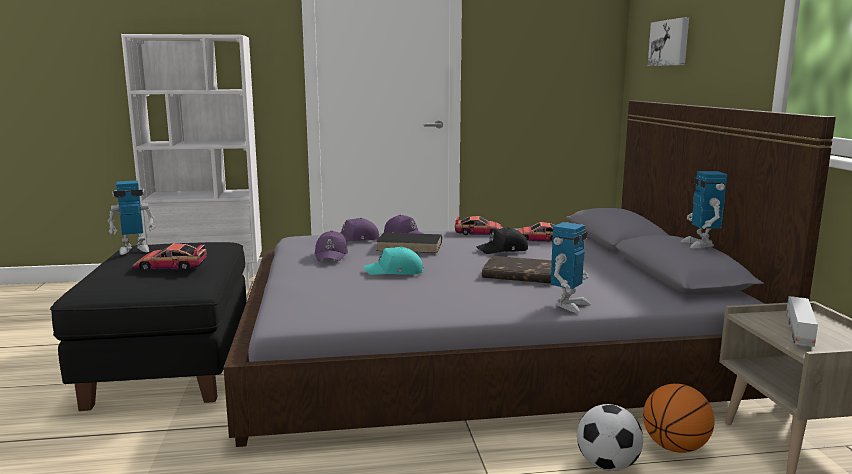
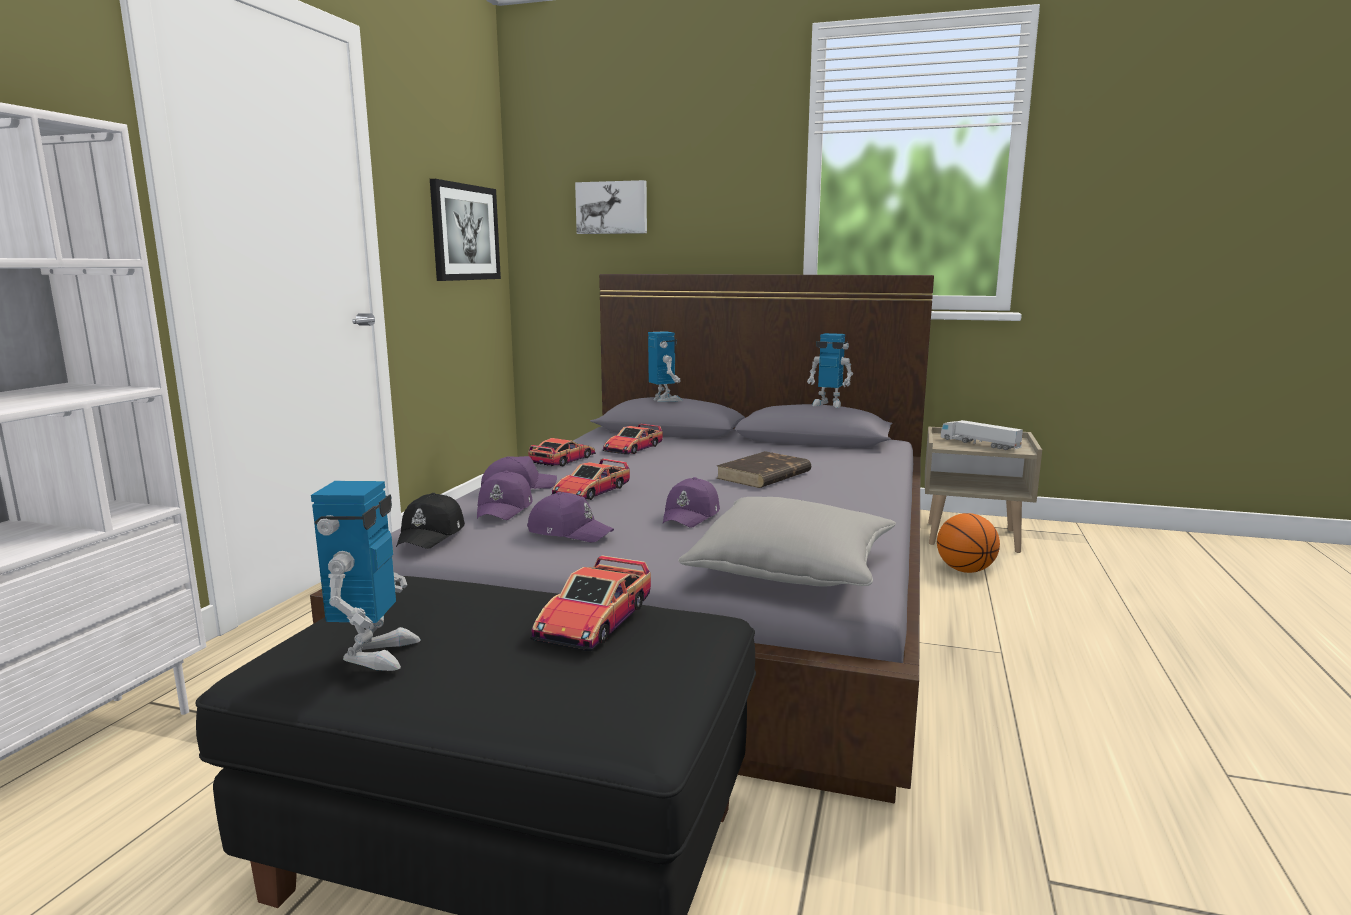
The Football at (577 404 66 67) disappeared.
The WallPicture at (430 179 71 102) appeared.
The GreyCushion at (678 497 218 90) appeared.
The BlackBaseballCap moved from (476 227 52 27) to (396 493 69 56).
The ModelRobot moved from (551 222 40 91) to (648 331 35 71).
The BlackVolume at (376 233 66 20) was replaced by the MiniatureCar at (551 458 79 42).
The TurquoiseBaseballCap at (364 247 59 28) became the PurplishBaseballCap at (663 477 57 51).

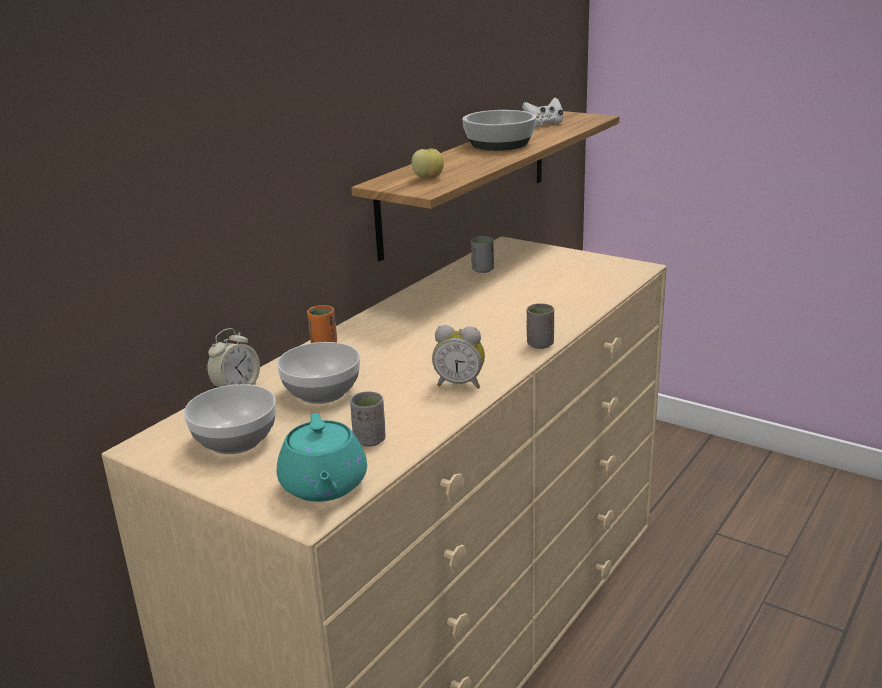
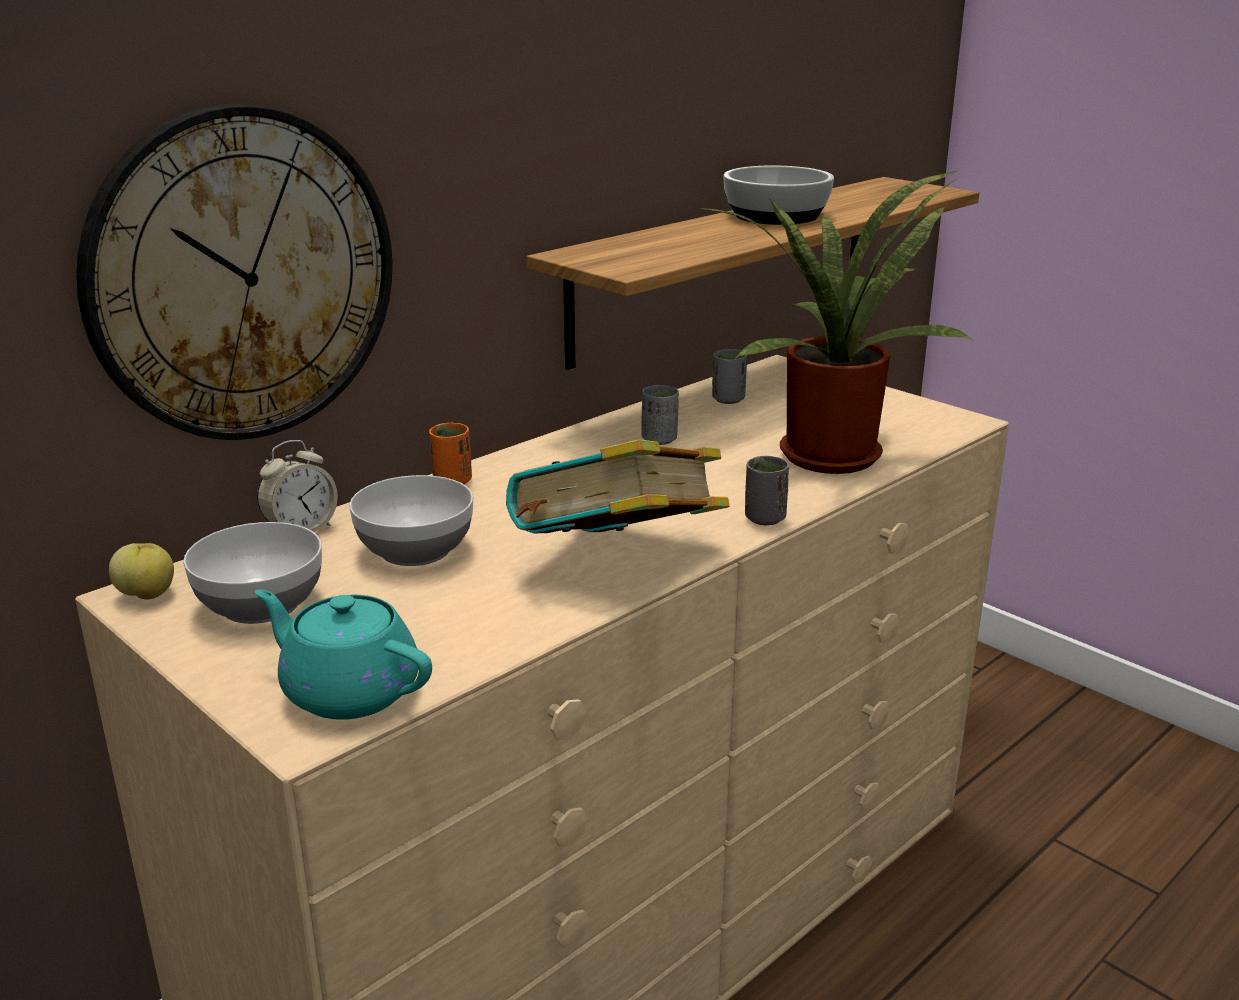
The WhiteGameController at (522 98 41 29) disappeared.
The WallClock at (76 104 316 336) appeared.
The Houseplant at (698 170 278 304) appeared.
The GreyDrinkingCup moved from (350 391 35 56) to (642 385 37 60).
The WholeApple moved from (412 149 32 29) to (109 543 65 57).
The BedsideClock at (432 325 53 64) was replaced by the Volume at (506 439 224 94).
The TurquoisePotForTea at (277 413 90 89) turned 120 degrees clockwise.

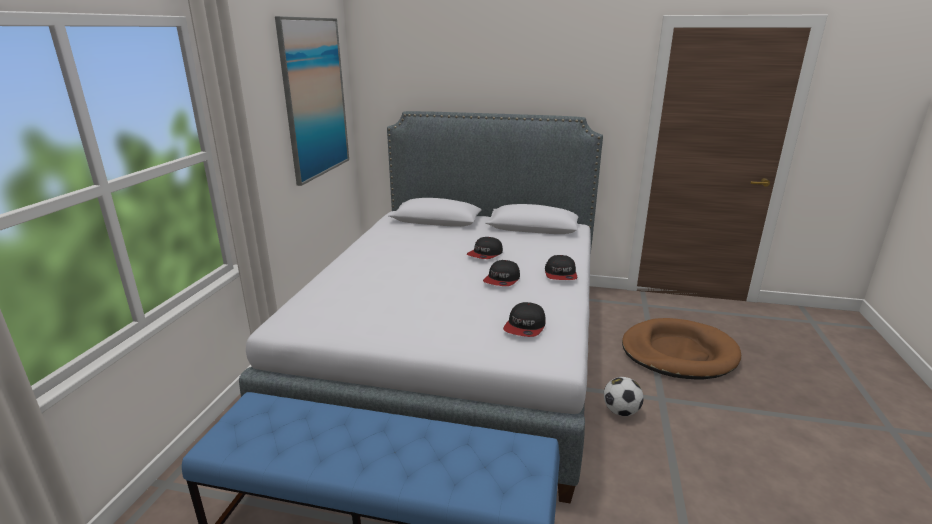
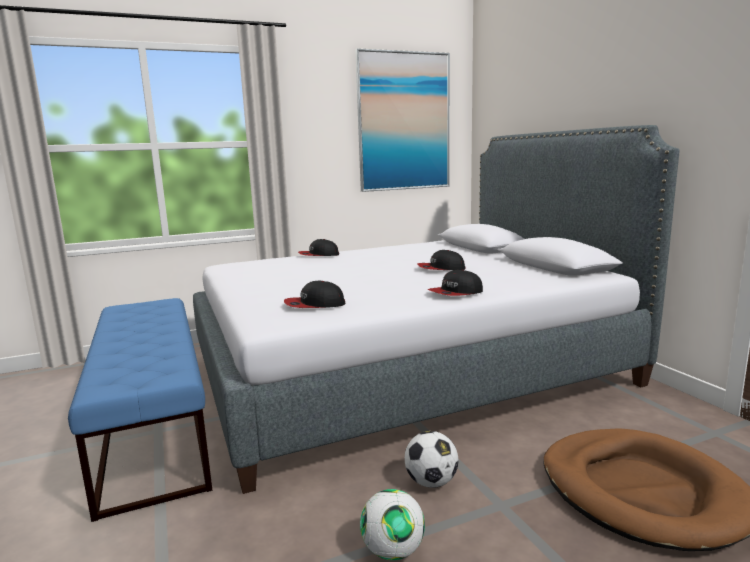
The Football at (360 489 65 71) appeared.
The BaseballCap moved from (483 260 37 26) to (298 239 41 17).

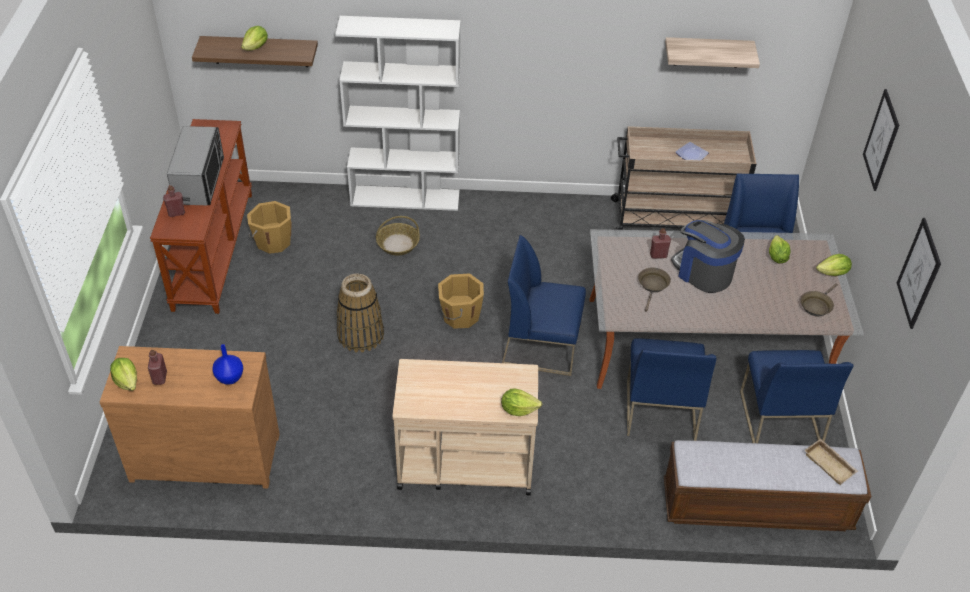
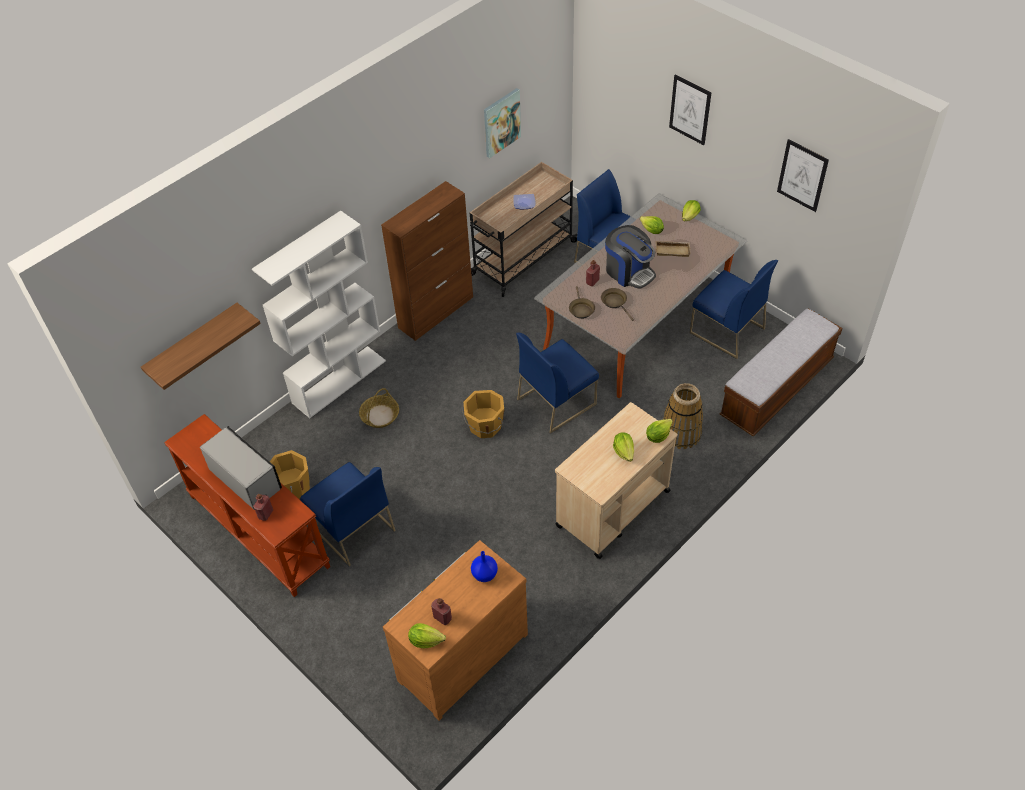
The BrownColouredCabinet at (381 181 92 160) appeared.
The Lettuce moved from (241 26 27 25) to (613 432 21 30).
The StorageBasket moved from (337 274 47 78) to (663 383 40 66).
The BlueColouredUprightChair moved from (627 338 89 103) to (300 462 96 104).
The BrownColouredPan moved from (800 283 38 33) to (569 286 26 33).
The BeigeTray moved from (804 439 54 46) to (655 241 36 16).
The BracketShelf at (665 37 95 31) was replaced by the WallPicture at (484 88 37 70).
The CoffeeMaker at (671 220 74 73) turned 135 degrees counterclockwise.

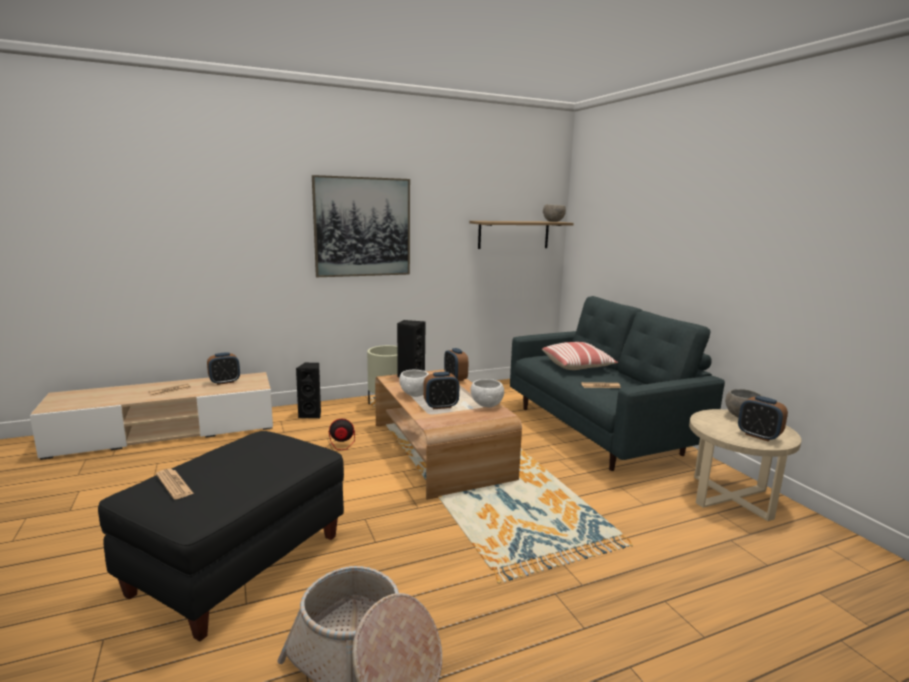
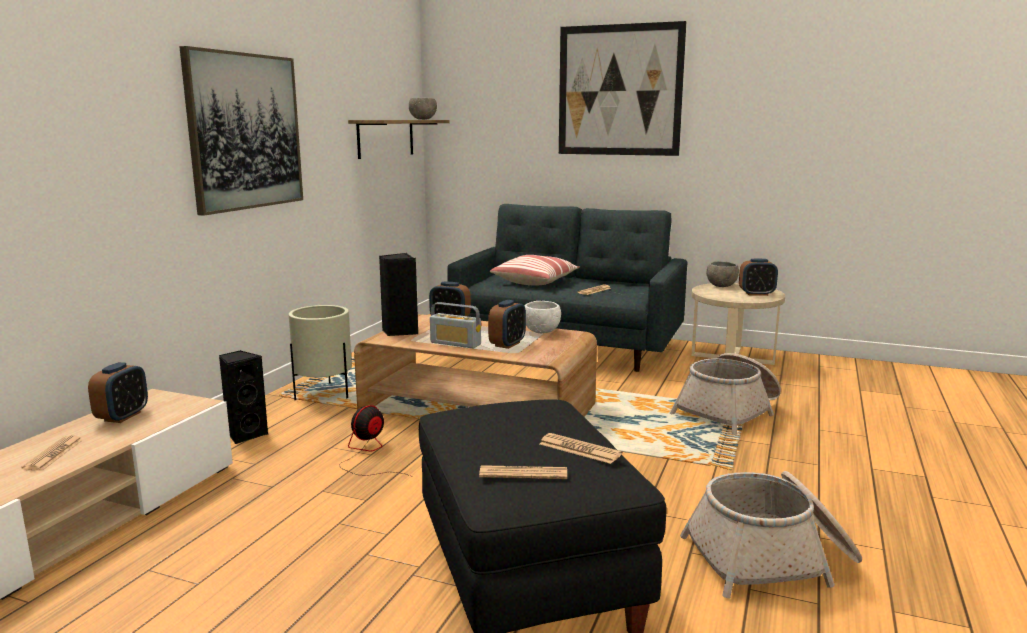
The Newspaper at (540 433 82 31) appeared.
The WallPicture at (559 21 127 135) appeared.
The StorageBasket at (670 353 111 82) appeared.
The WhiteServingBowl at (399 370 30 27) was replaced by the RadioSet at (430 302 51 46).

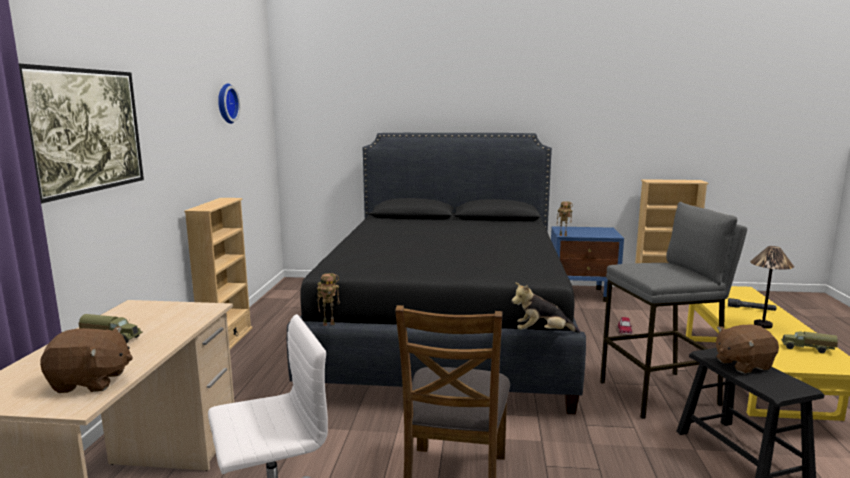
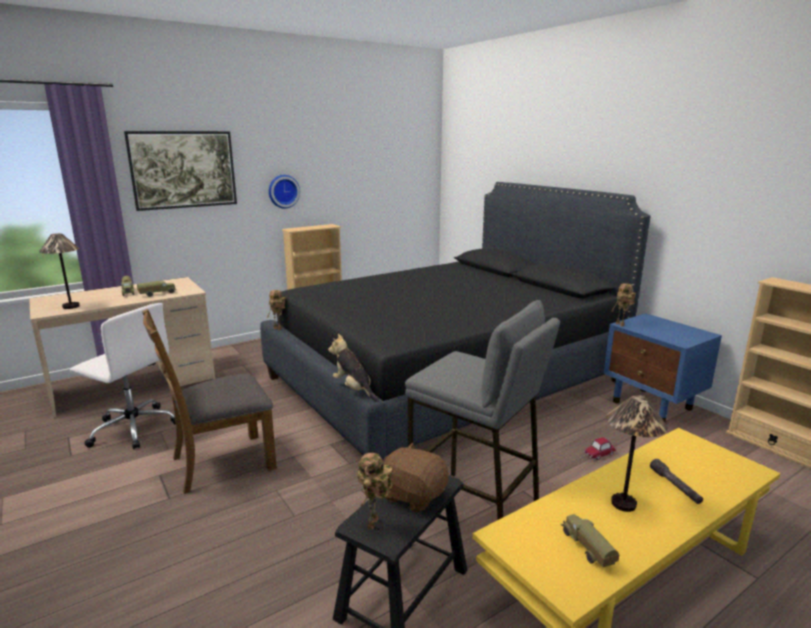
The ToyLorry at (137 281 39 16) appeared.
The ModelRobot at (357 453 35 77) appeared.
The WallClock moved from (218 83 22 41) to (269 175 31 34).
The BrownColouredPlushToy at (40 326 93 67) was replaced by the TableLamp at (39 233 40 76).

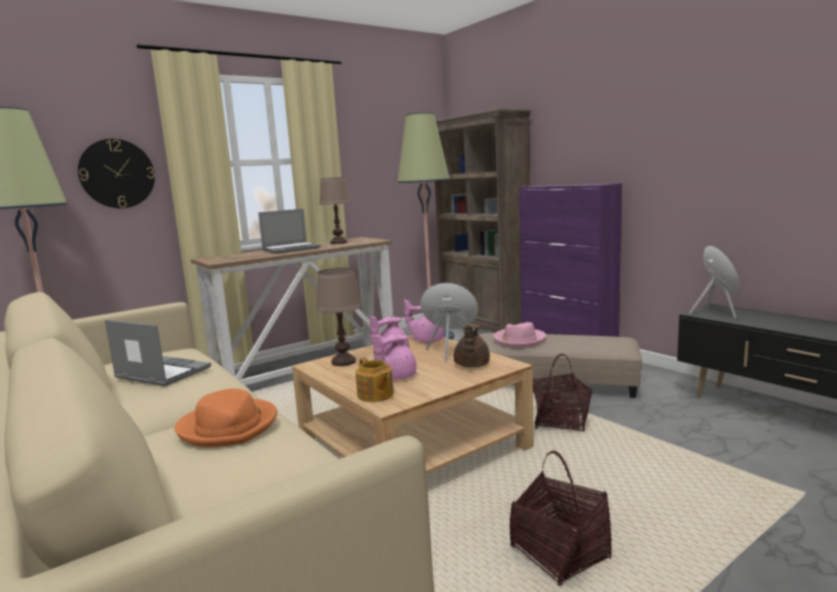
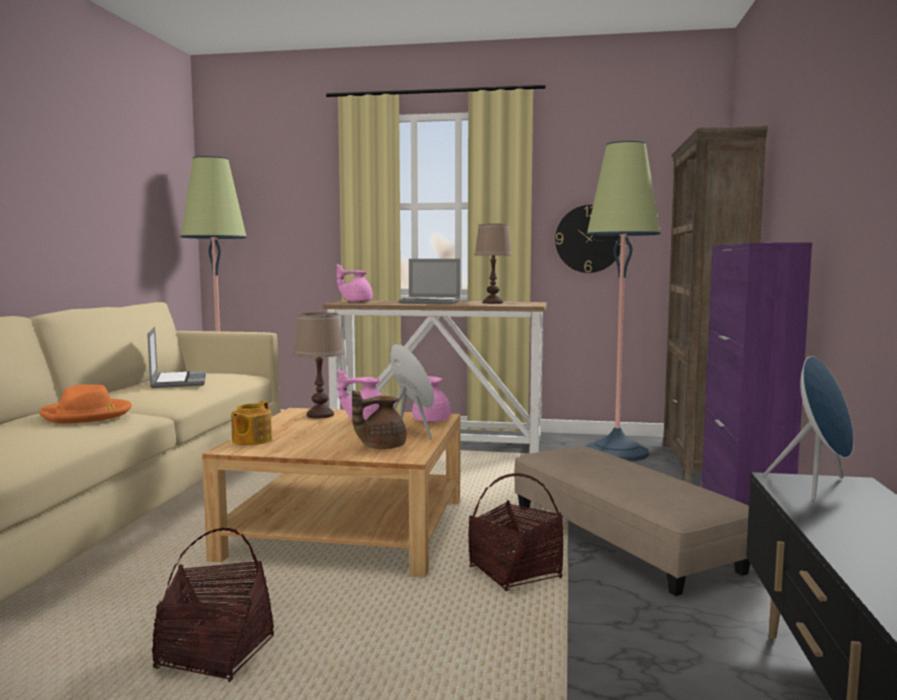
The PinkColouredHat at (493 322 53 25) disappeared.
The WallClock moved from (78 139 77 69) to (555 205 66 68).
The PinkColouredPotForTea moved from (373 334 44 46) to (337 264 36 38).

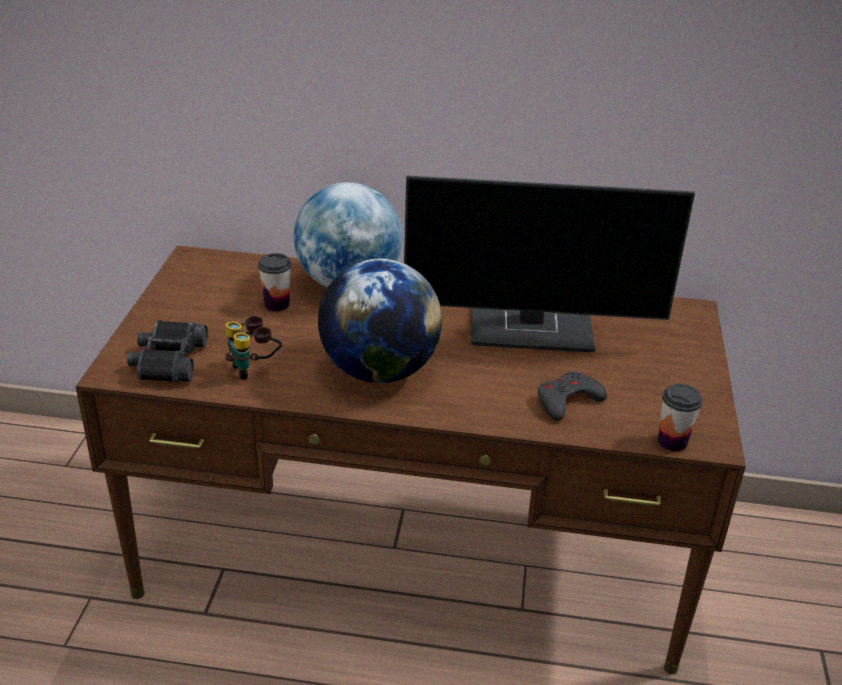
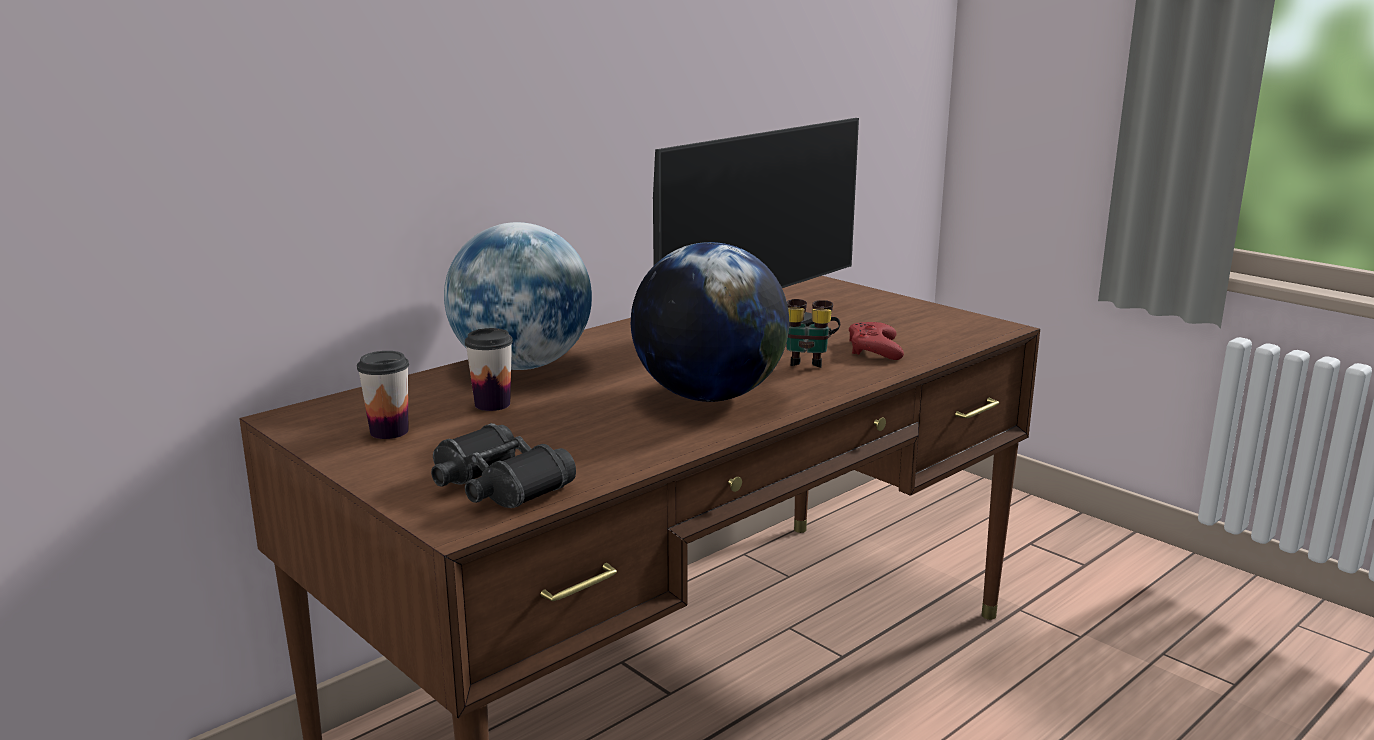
The Binoculars moved from (225 316 57 64) to (787 299 53 69).
The DrinkingCup moved from (658 384 45 67) to (357 351 52 88).
The GreyGameController at (538 372 69 49) became the ReddishGameController at (849 322 55 38).

